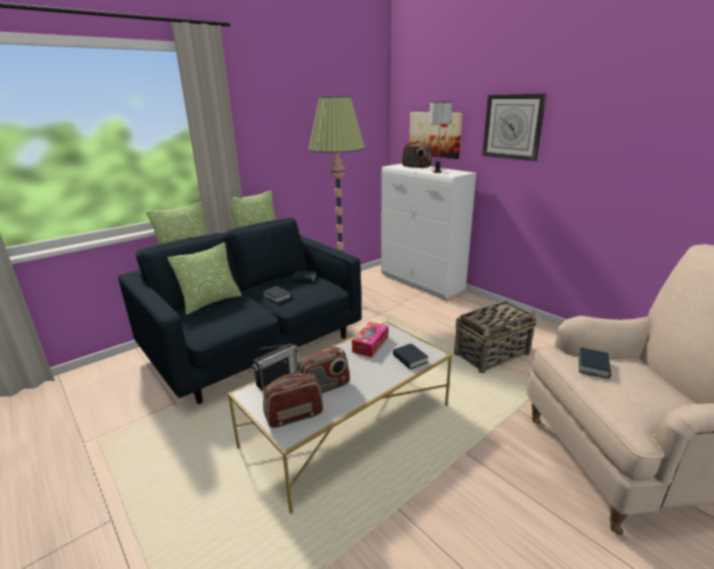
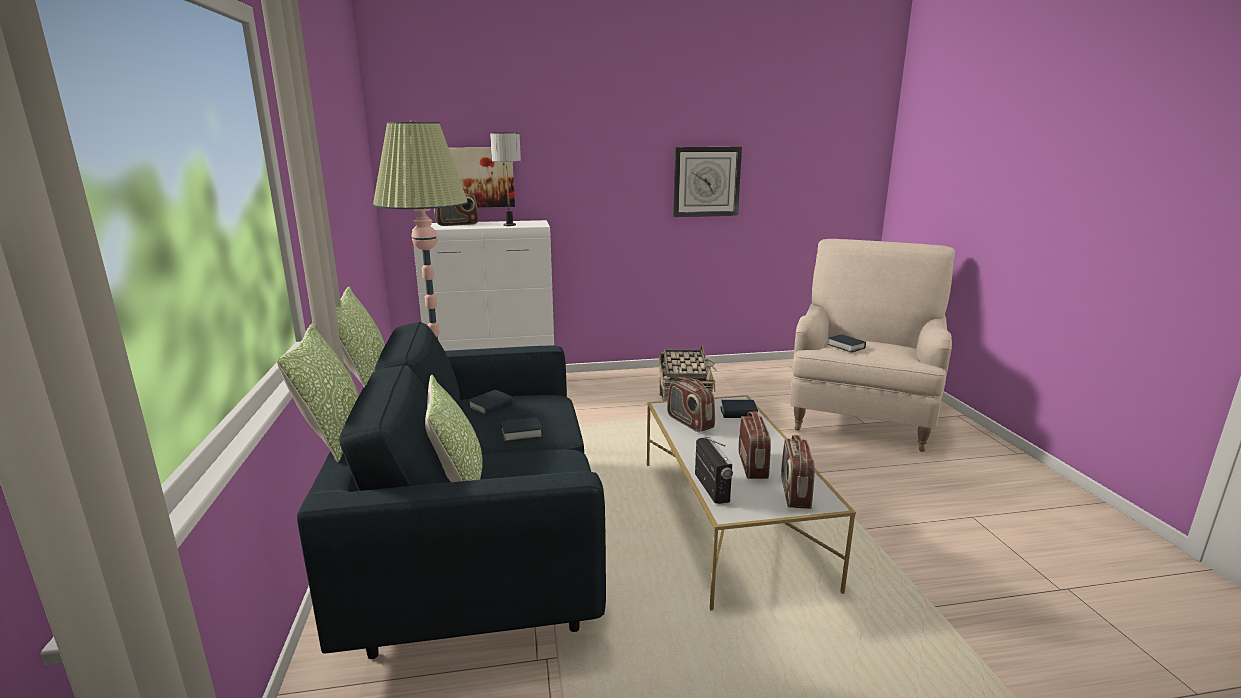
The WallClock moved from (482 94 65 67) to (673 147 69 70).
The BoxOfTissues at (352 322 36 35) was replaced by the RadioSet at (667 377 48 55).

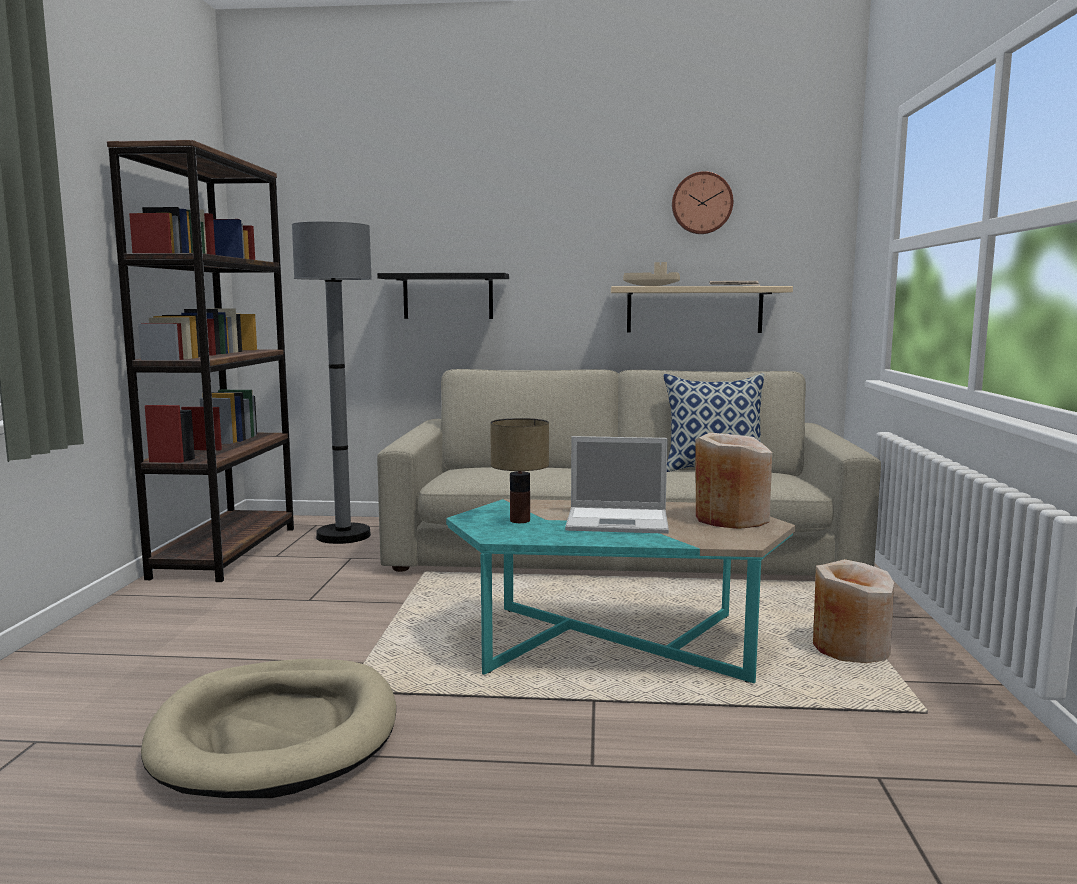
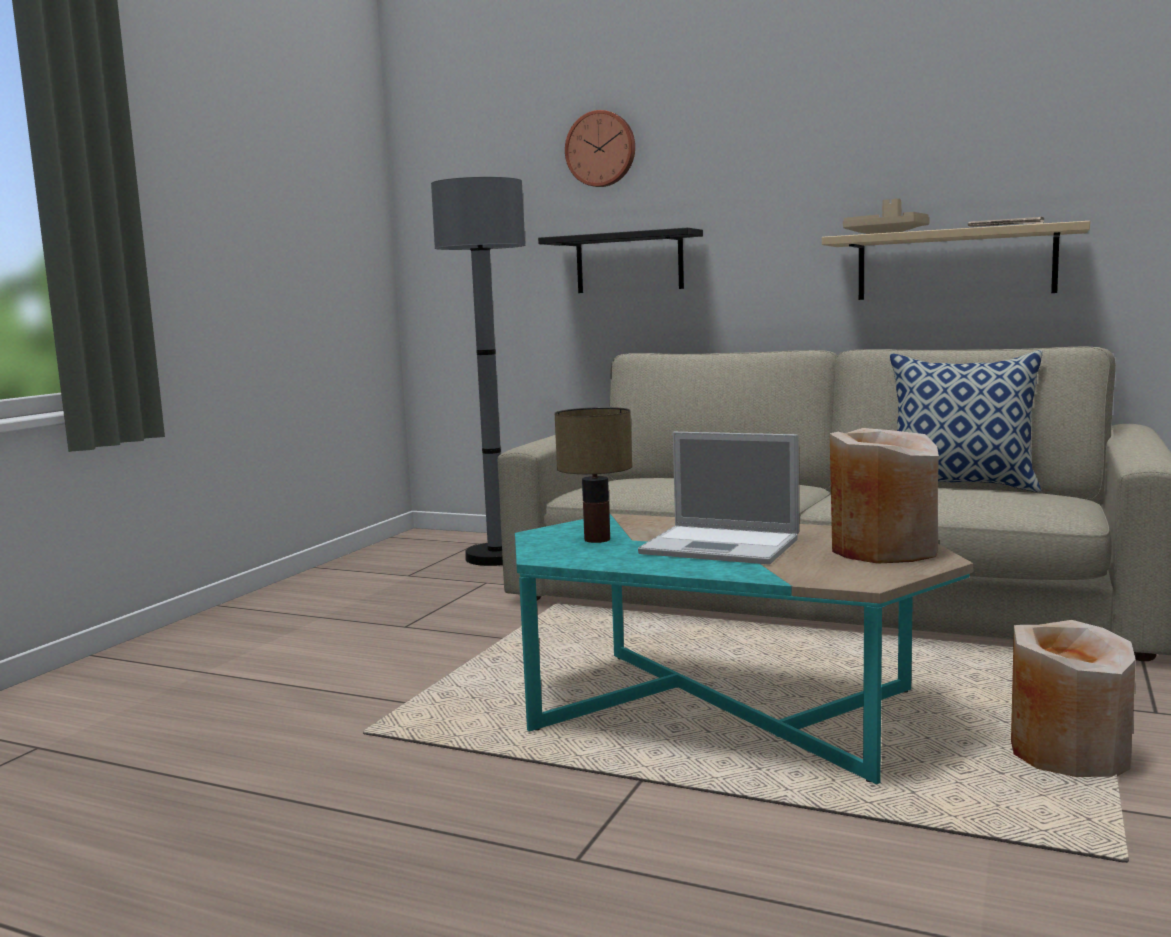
The BrownColouredBookshelf at (107 140 187 442) disappeared.
The BeigePetBed at (141 659 255 139) disappeared.
The WallClock moved from (672 171 61 63) to (565 110 70 77).

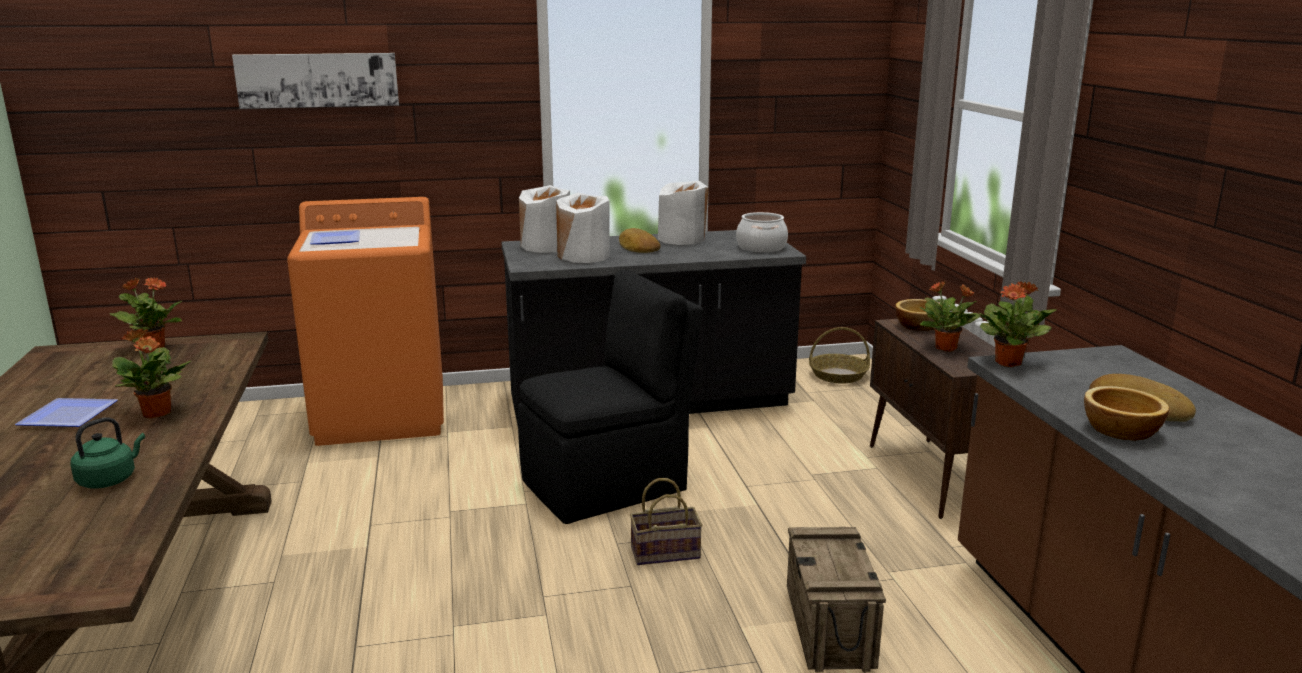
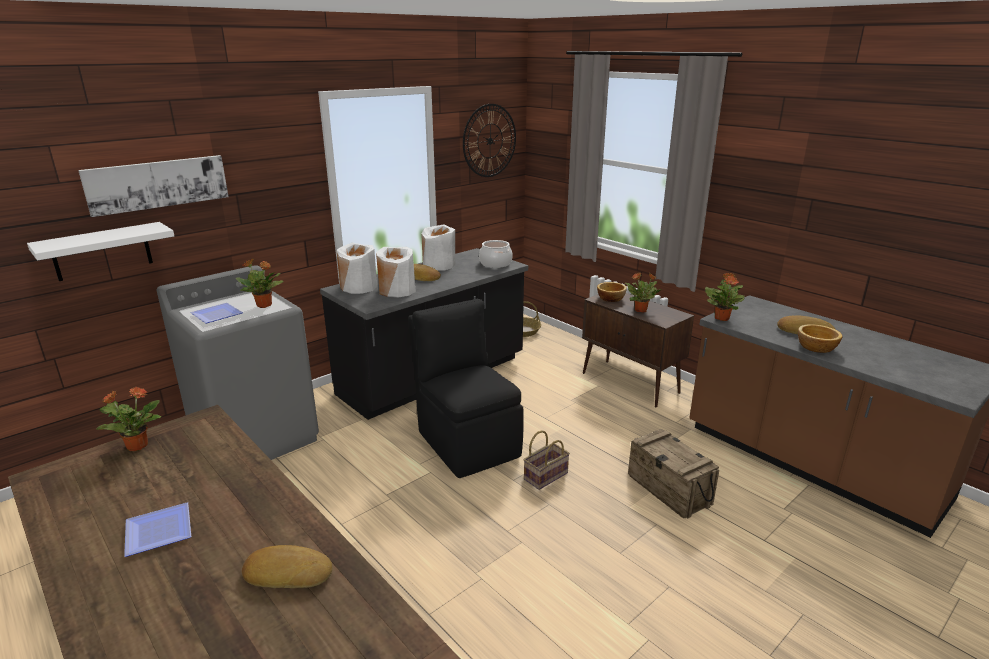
The WhiteBracketShelf at (27 222 147 59) appeared.
The WallClock at (463 104 53 73) appeared.
The Houseplant moved from (112 329 79 90) to (236 259 48 49).
The GreenWaterKettle at (71 417 74 72) was replaced by the BakedBread at (242 545 90 43).
The OrangeColouredWashingMachine at (287 197 157 249) became the GreyWashingMachine at (156 265 163 195).
The BlackUprightChair at (518 270 185 254) turned 60 degrees counterclockwise.

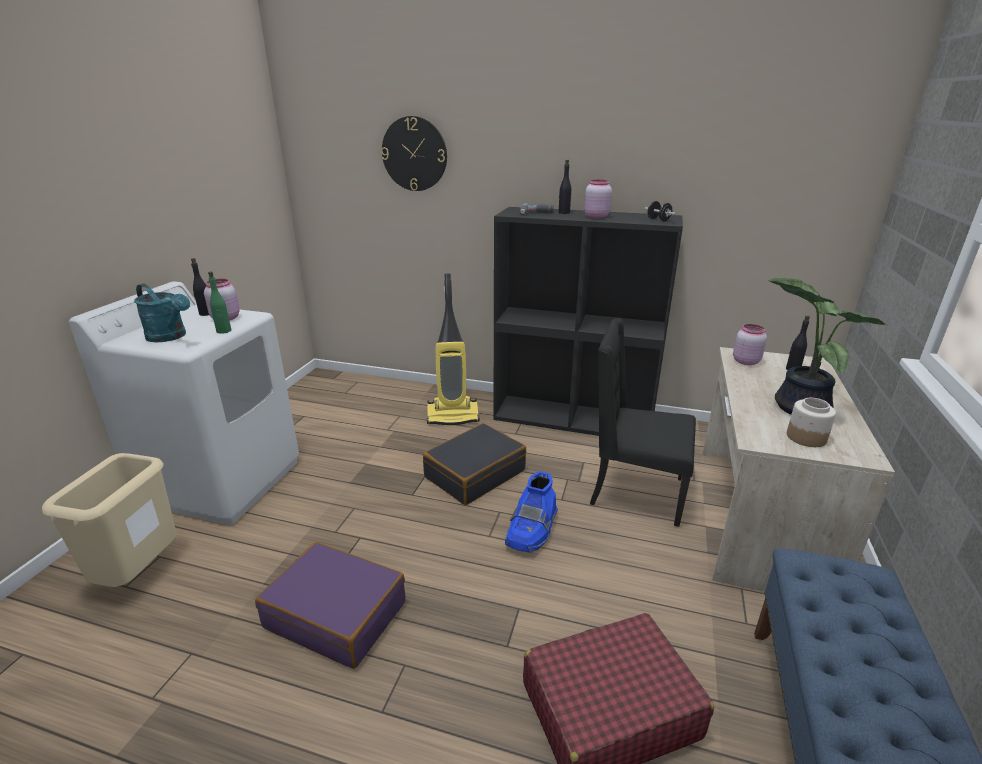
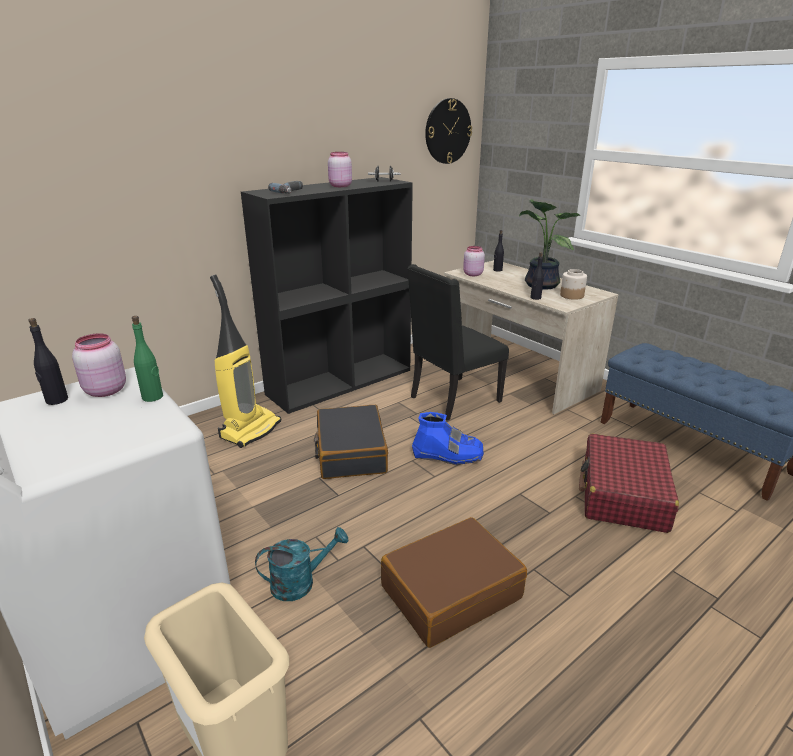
The TurquoiseWateringPot moved from (134 284 56 58) to (255 527 93 74).
The WallClock moved from (381 116 66 75) to (425 98 47 66).
The BlackBottle moved from (559 160 12 54) to (530 252 14 48).
The PurplishSuitcase at (255 542 150 127) became the BrownColouredSuitcase at (381 517 146 131).
The BlueColouredHighTopBoot at (505 471 53 82) turned 45 degrees counterclockwise.

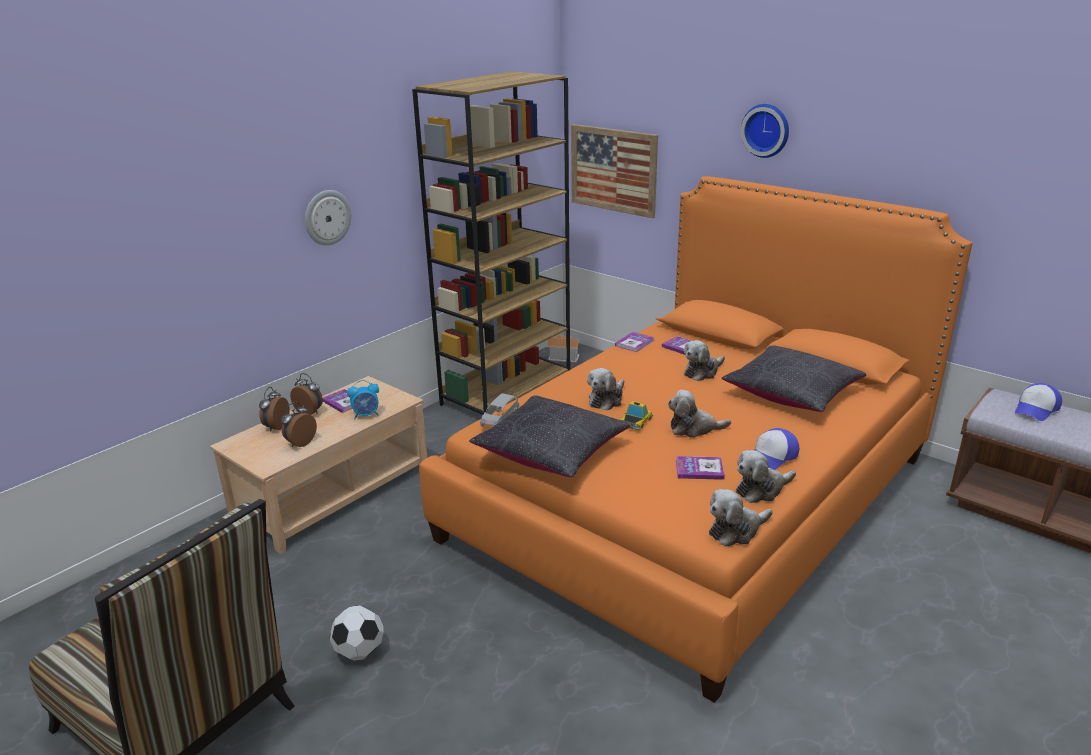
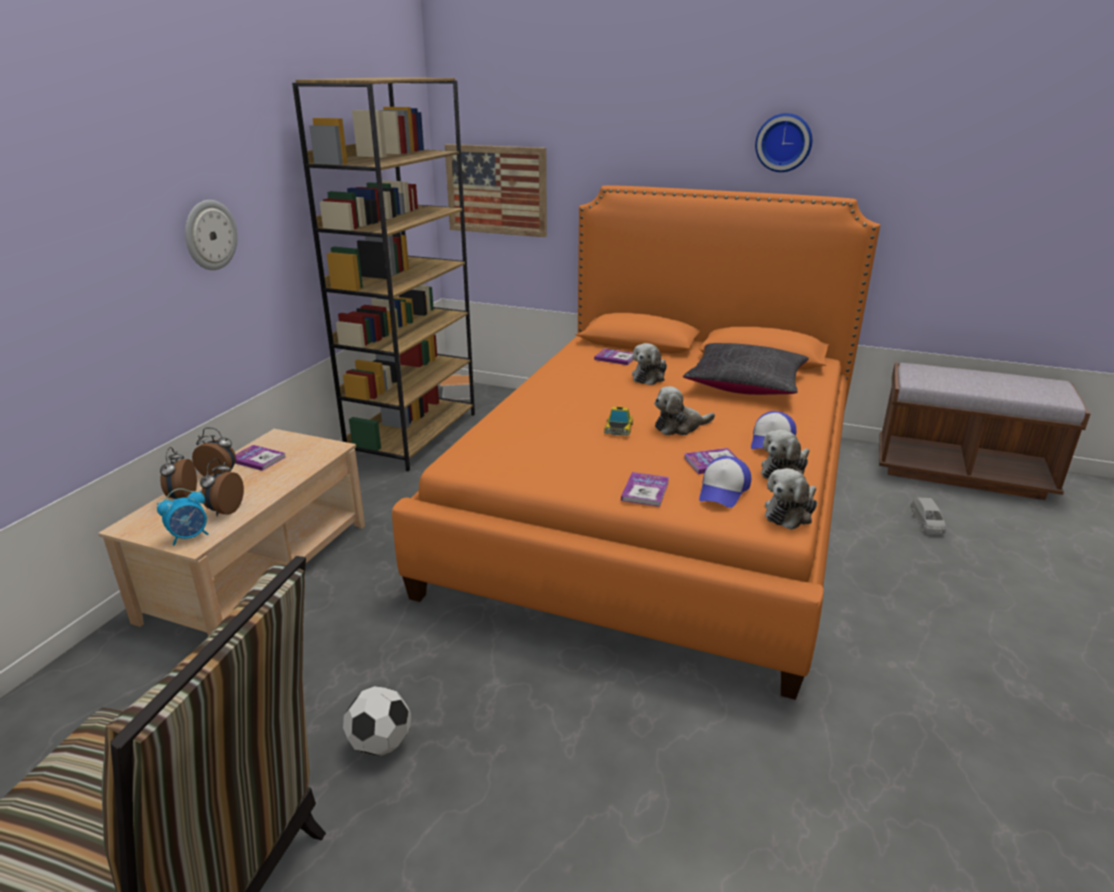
The BlackCushion at (469 395 161 82) disappeared.
The PlushToy at (587 368 37 42) disappeared.
The BedsideClock moved from (347 380 32 39) to (157 488 51 58).
The GreyMiniatureCar moved from (480 393 39 35) to (910 498 36 36).
The Volume moved from (615 332 39 20) to (621 472 48 35).
The WallClock moved from (741 104 48 54) to (755 113 57 59).
The BaseballCap moved from (1015 383 47 38) to (699 456 52 52).

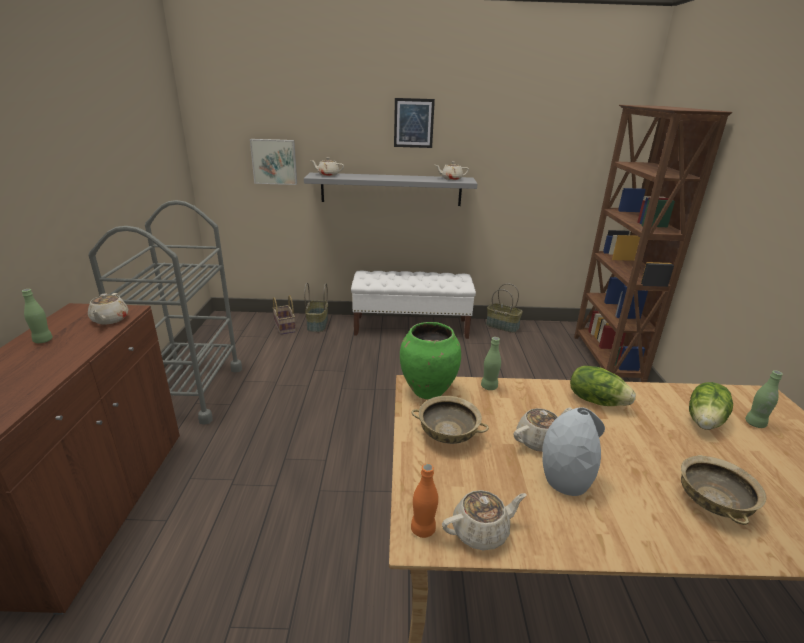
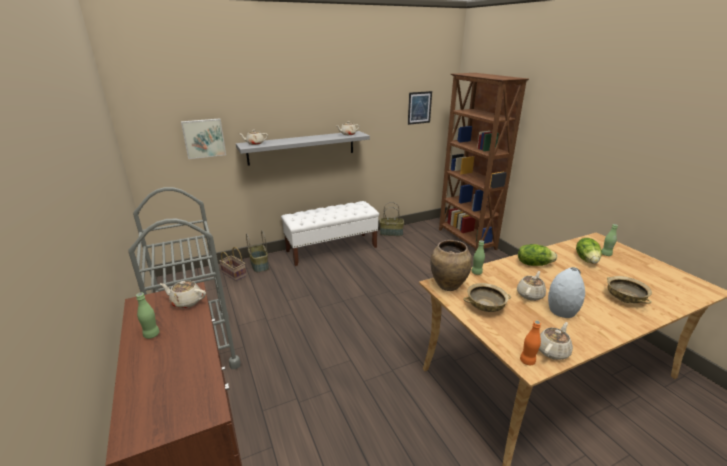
The WallPicture moved from (394 98 41 50) to (408 91 24 34).
The GreenVase at (400 322 61 77) became the BrownColouredVase at (430 240 42 51).
The BeigePotForTea at (88 293 40 32) turned 135 degrees clockwise.

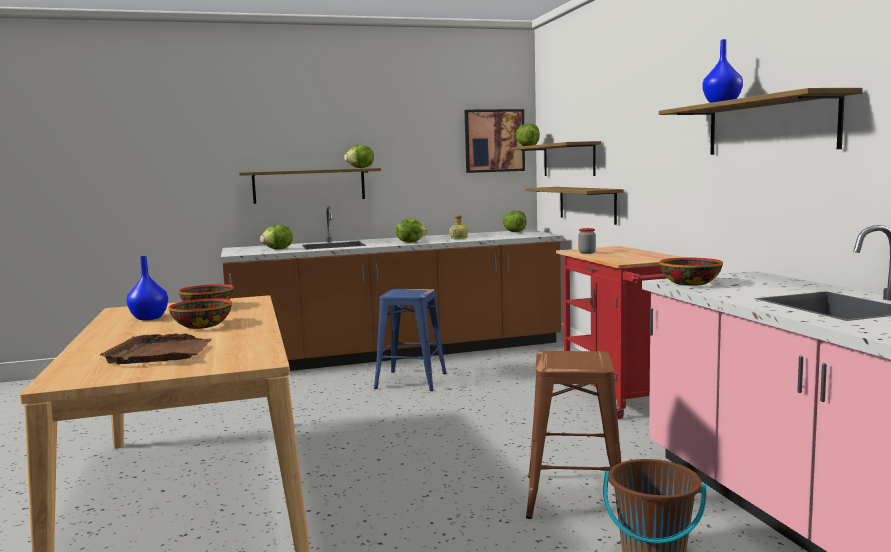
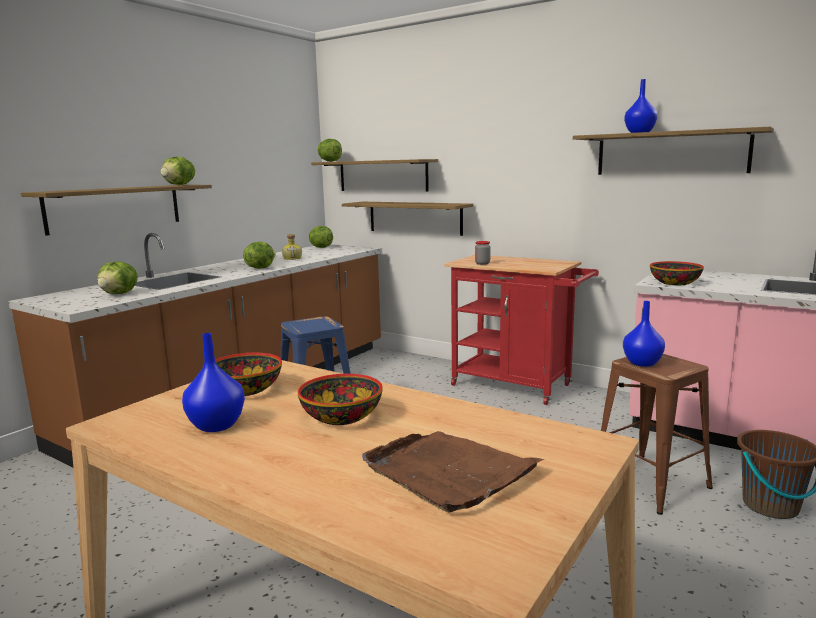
The WallPicture at (465 109 60 64) disappeared.
The BlueColouredVase at (623 301 42 66) appeared.

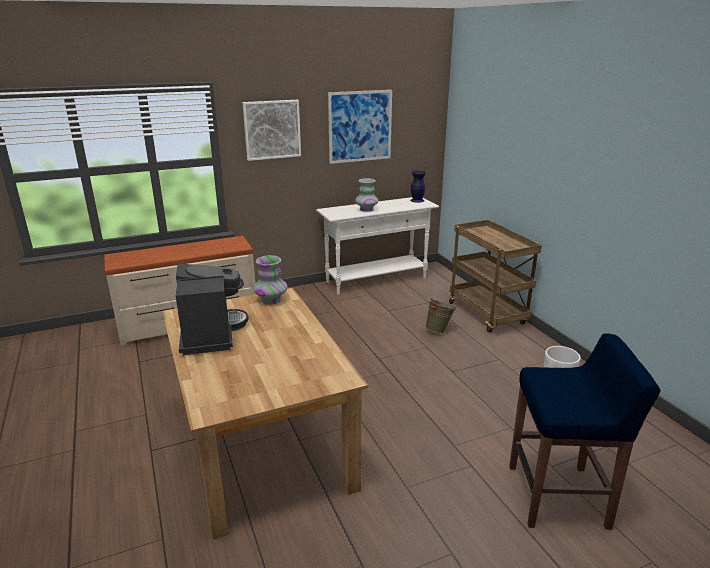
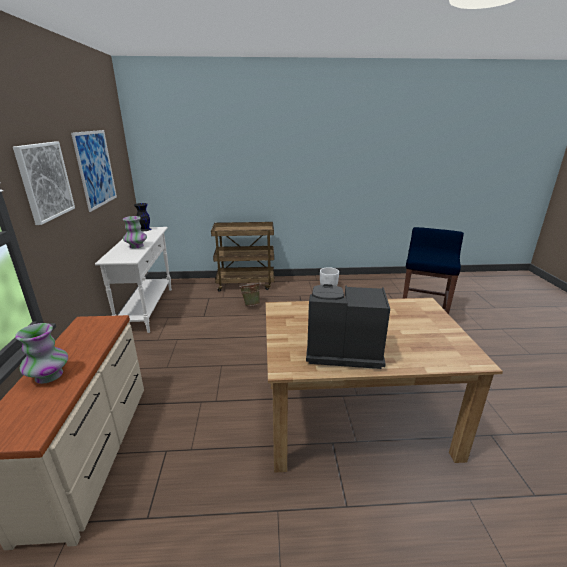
The Vase moved from (253 255 35 49) to (15 323 53 61).

